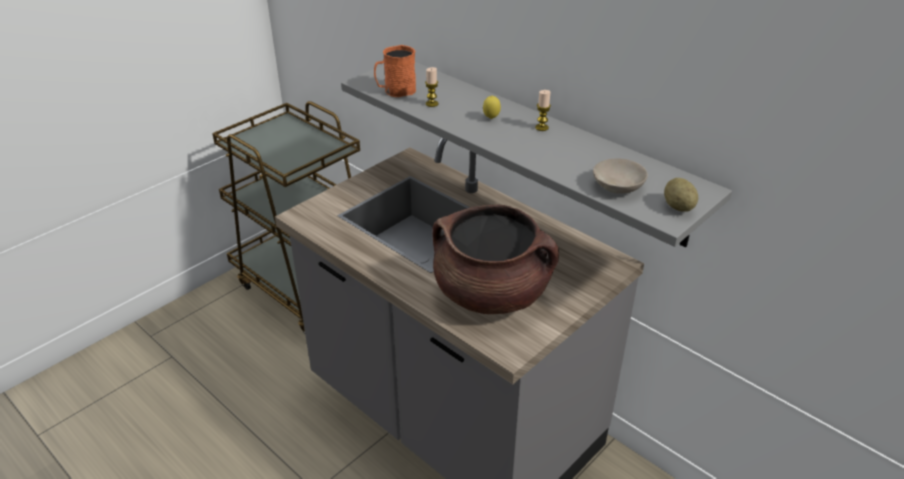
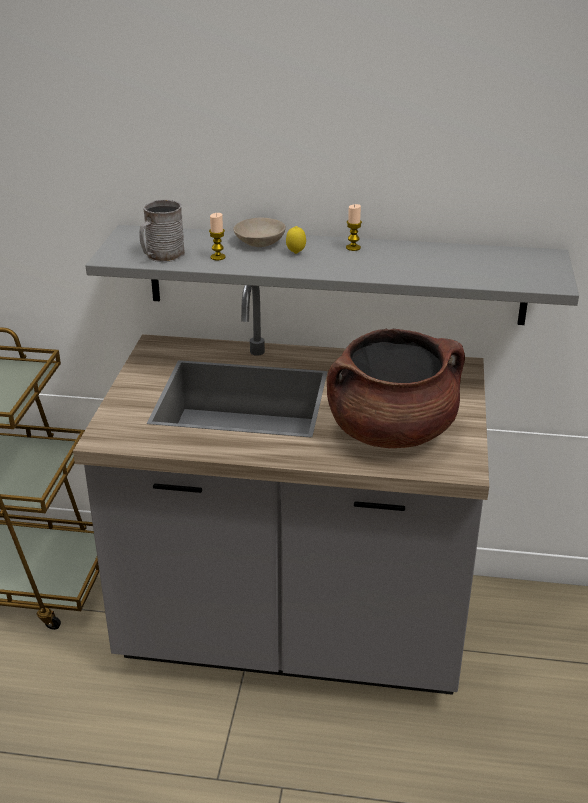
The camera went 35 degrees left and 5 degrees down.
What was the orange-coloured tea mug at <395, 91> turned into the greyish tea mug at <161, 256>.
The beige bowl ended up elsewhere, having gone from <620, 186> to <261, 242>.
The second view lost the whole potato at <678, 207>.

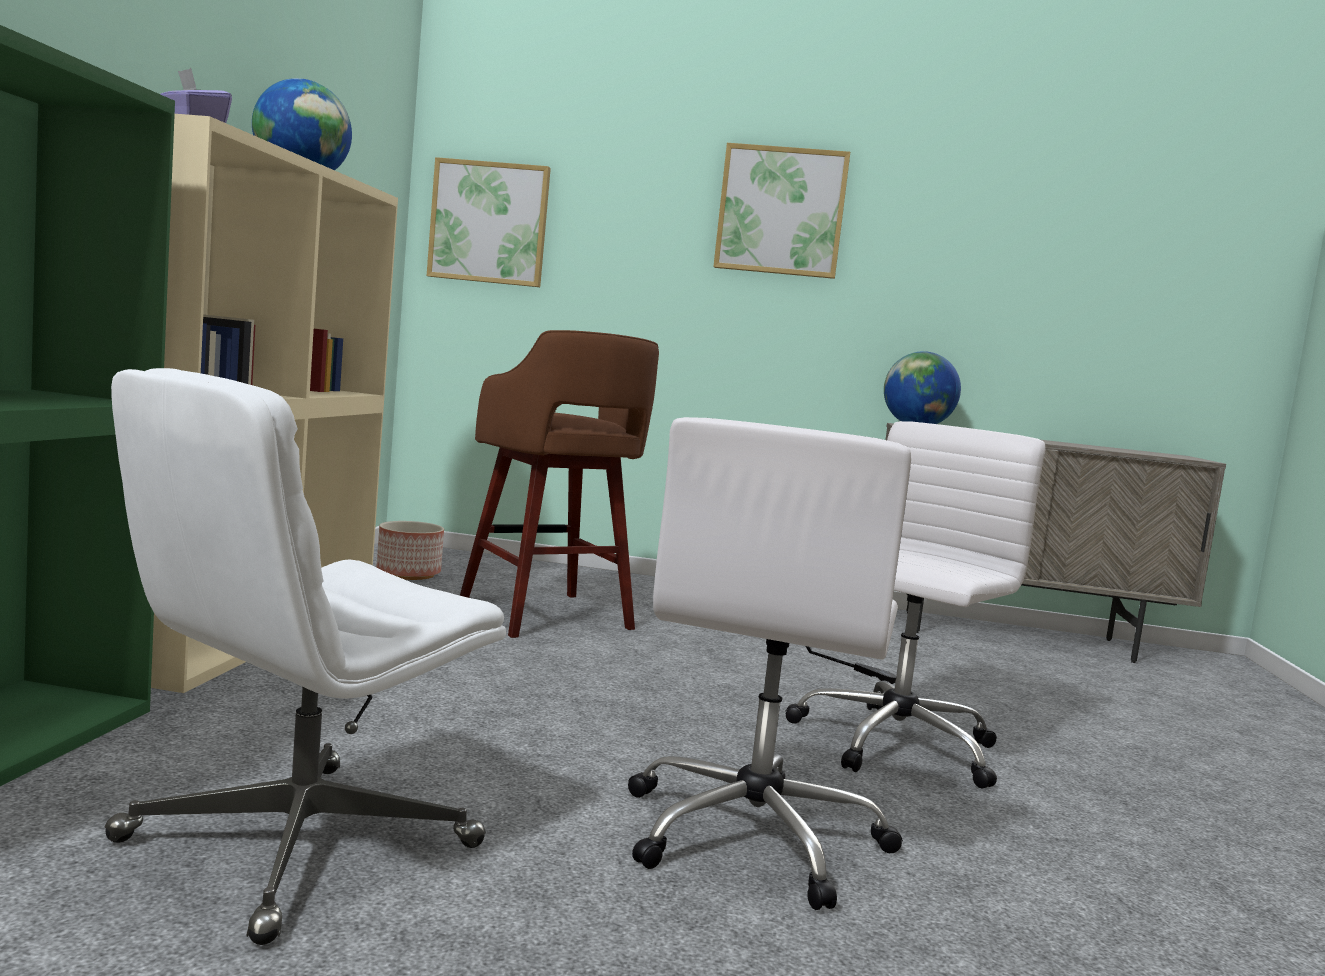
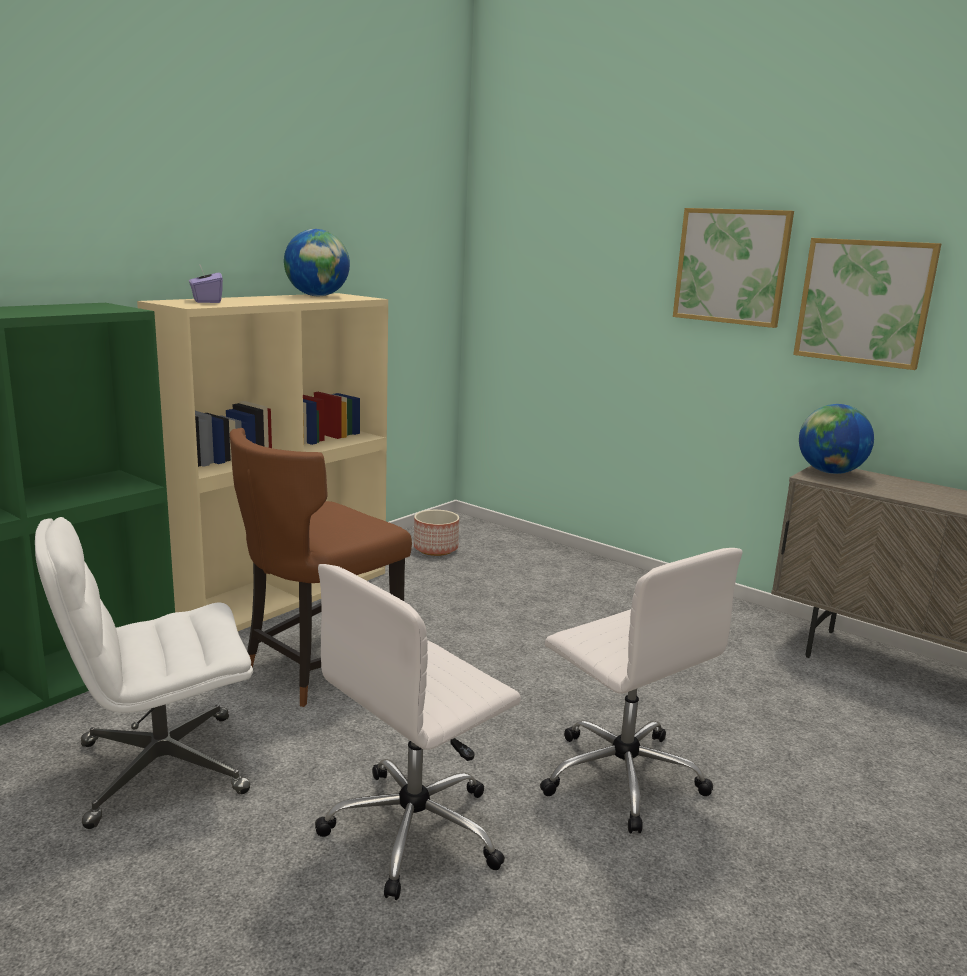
The camera went 30 degrees right and 10 degrees up.
The wall picture ended up elsewhere, having gone from <489, 223> to <864, 302>.
The second view lost the brown sitting stool at <547, 616>.
The white-coloured desk chair at <892, 745> ended up facing another way, 75 degrees clockwise from before.
The second view gained the brown chair at <318, 668>.

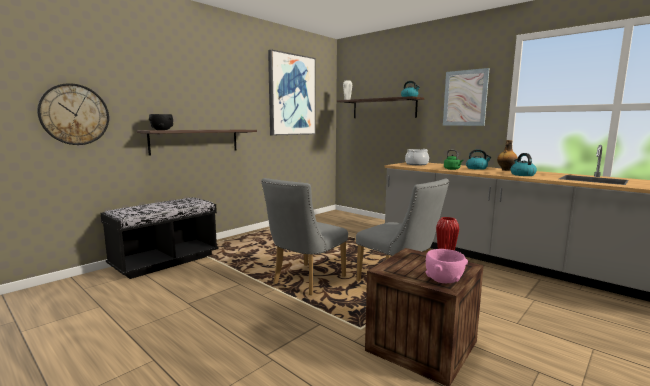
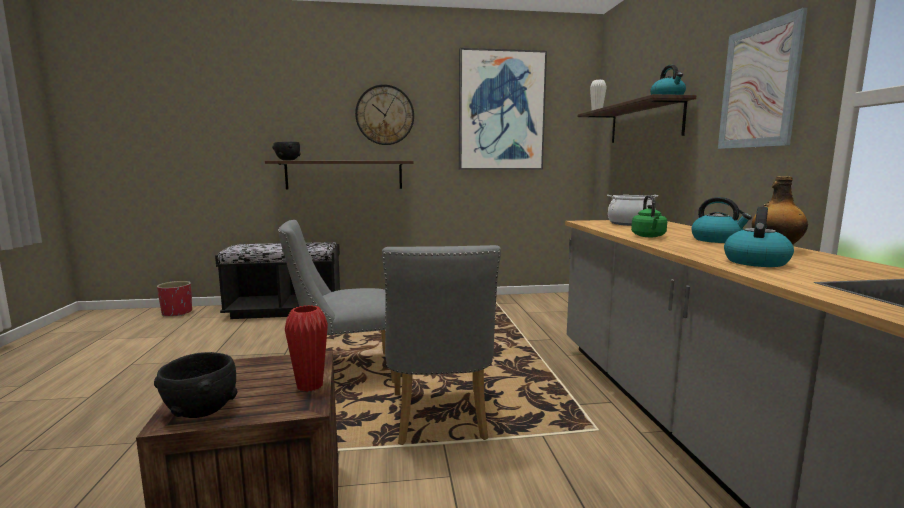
The camera went 40 degrees right and 0 degrees up.
The hanging clock ended up elsewhere, having gone from <74, 114> to <385, 115>.
What was the pink-coloured bowl at <443, 280> turned into the black-coloured bowl at <201, 411>.
The second view gained the red-coloured planter at <177, 313>.

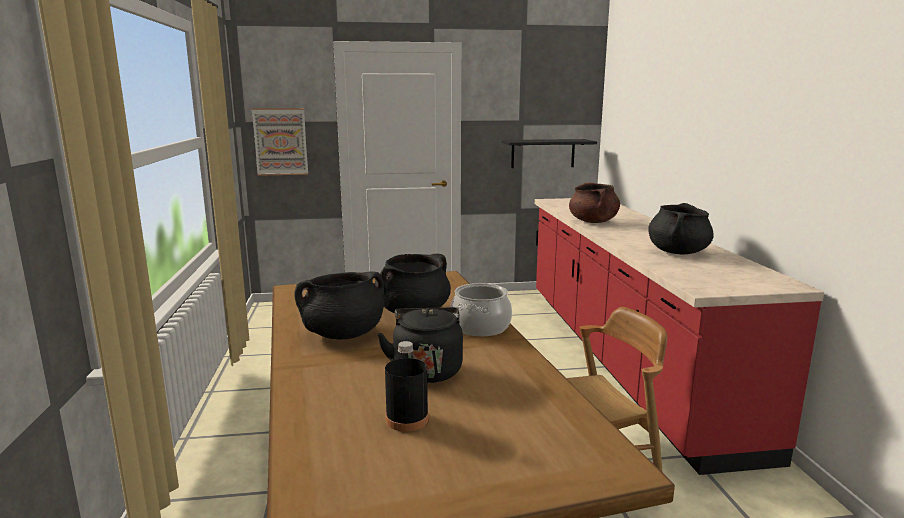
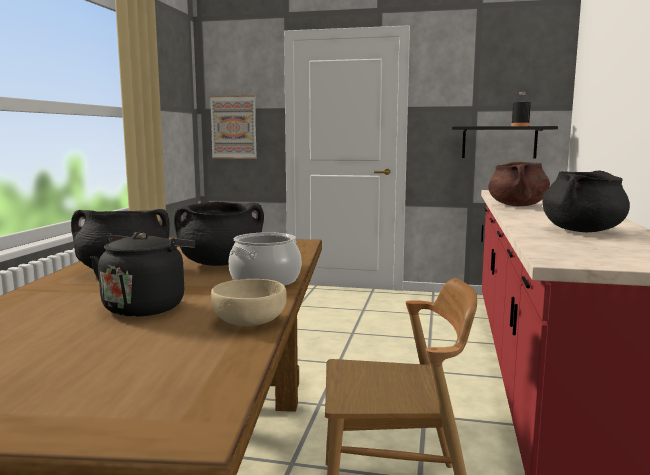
The camera went 20 degrees right and 5 degrees down.
The black-coloured bottle ended up elsewhere, having gone from <407, 419> to <520, 126>.
The second view gained the beige bowl at <248, 321>.

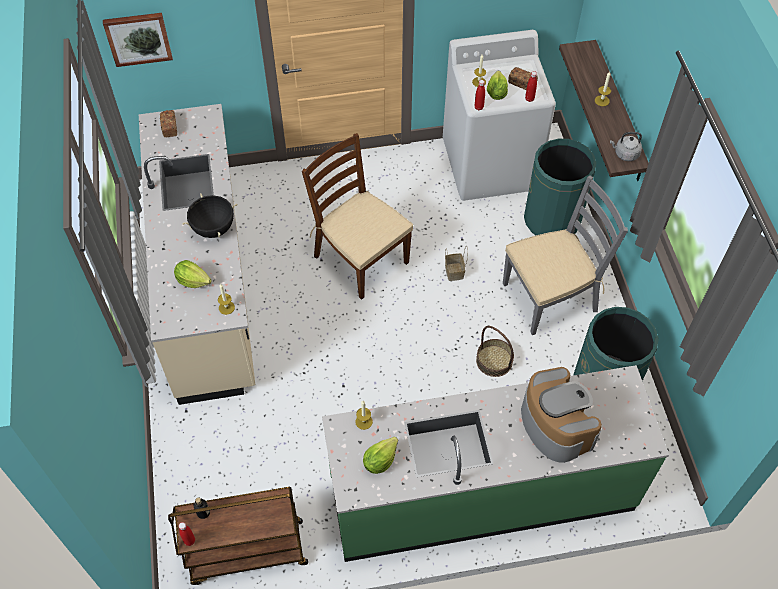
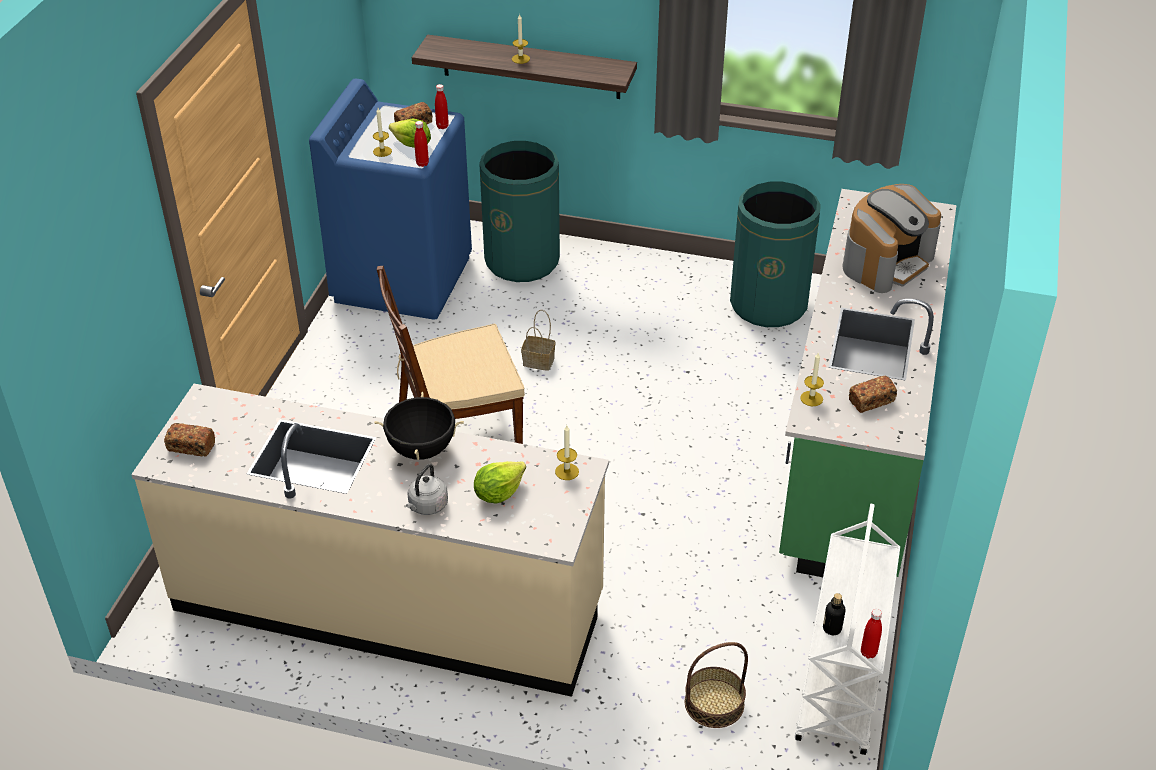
The camera went 65 degrees left and 15 degrees down.
The second view lost the wall picture at <138, 38>.
What was the brown wheeled cart at <247, 553> turned into the white-coloured wheeled cart at <841, 685>.
Where the lettuce stood at <380, 461>, the baked bread came to stand at <871, 401>.
What was the white-coloured washing machine at <490, 165> turned into the bluish washing machine at <402, 278>.
The household basket ended up elsewhere, having gone from <494, 360> to <714, 703>.
The second view lost the greyish chair at <550, 297>.
The coffee machine at <555, 424> ended up facing another way, 135 degrees clockwise from before.
The greyish tea kettle ended up elsewhere, having gone from <625, 154> to <427, 506>.

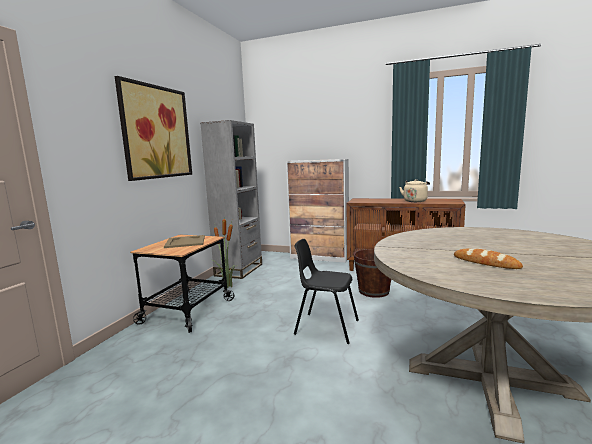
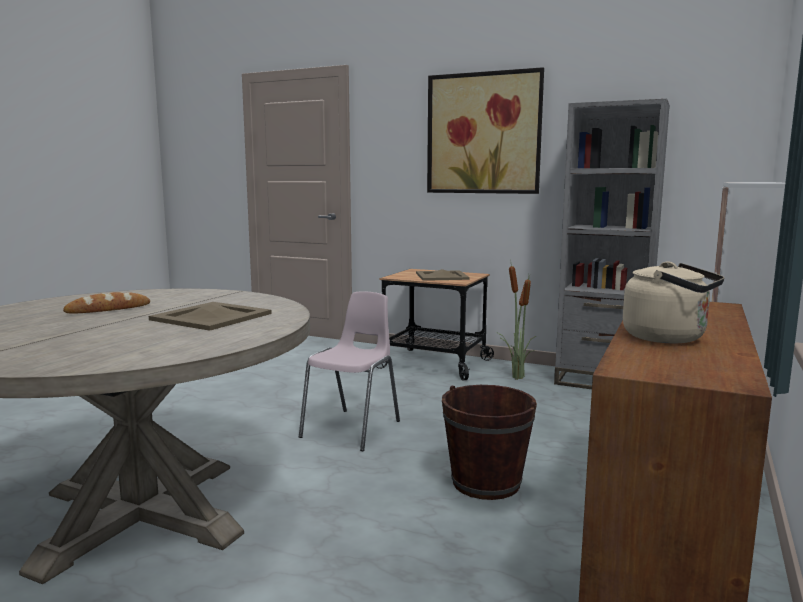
The camera went 95 degrees right and 0 degrees up.
What was the black-coloured chair at <326, 327> turned into the pink-coloured chair at <353, 429>.
The second view gained the beige carrying tray at <212, 316>.

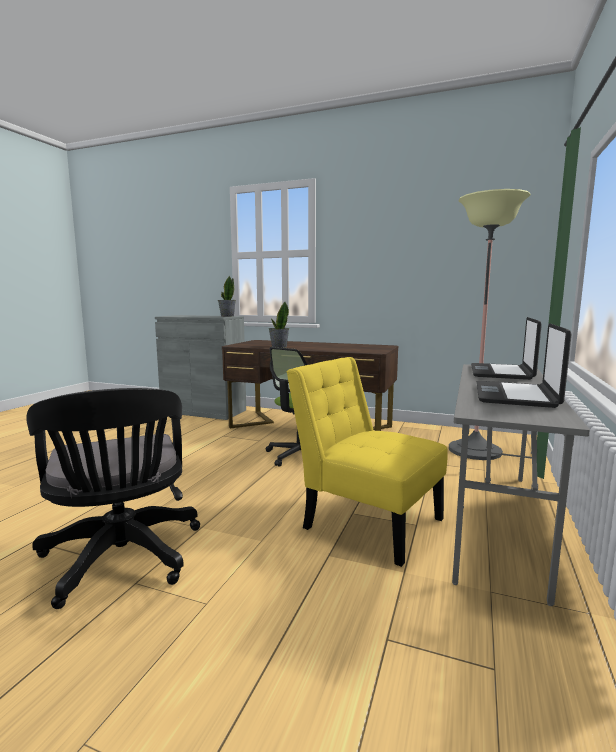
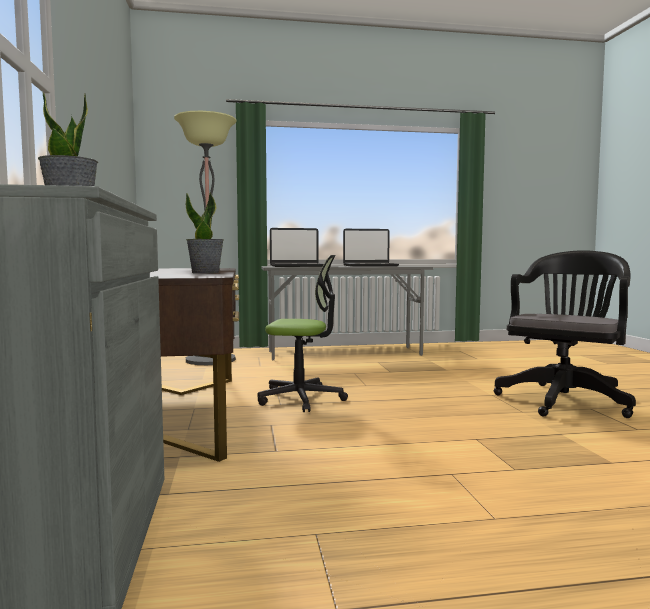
The camera went 120 degrees left and 5 degrees down.
The second view lost the yellow chair at <366, 521>.

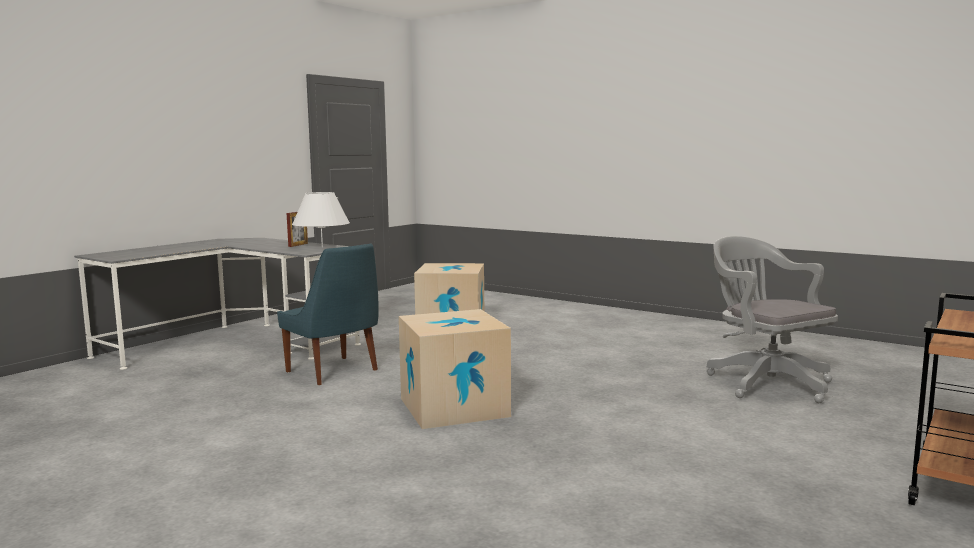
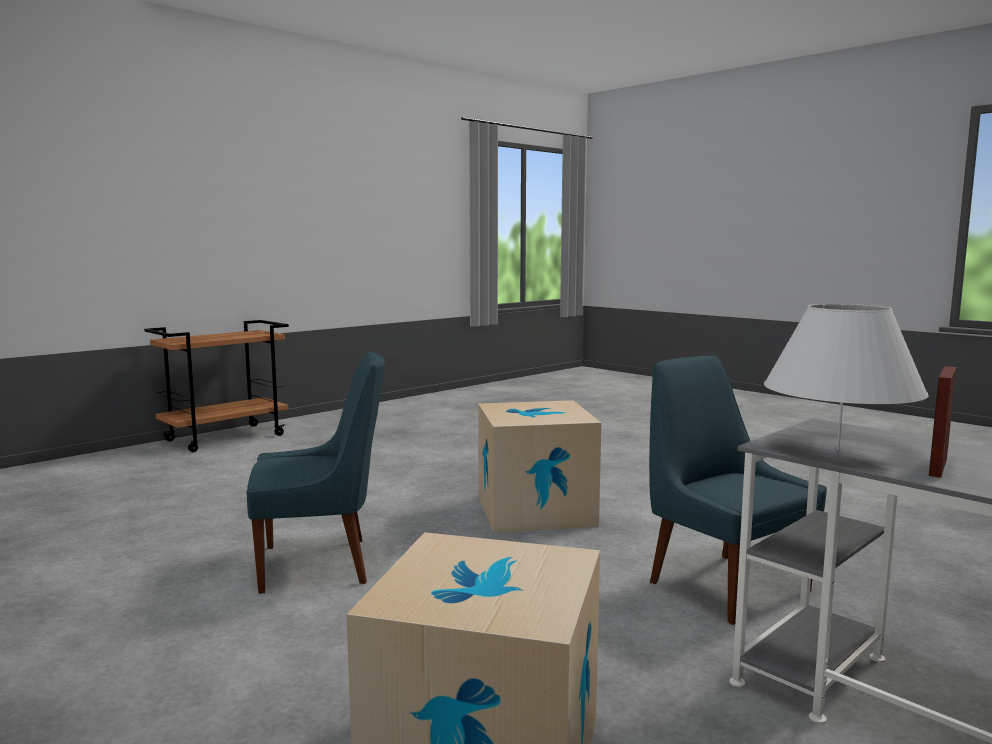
The camera went 170 degrees left and 0 degrees up.
The second view lost the greyish desk chair at <765, 382>.
The second view gained the bluish chair at <320, 564>.

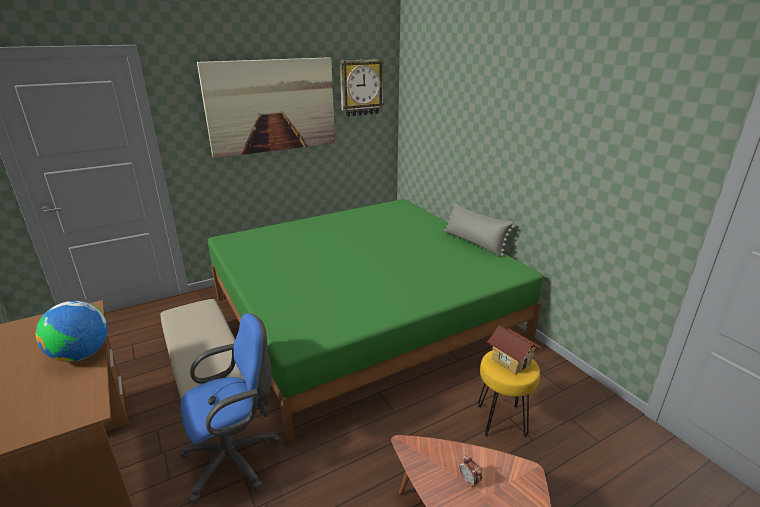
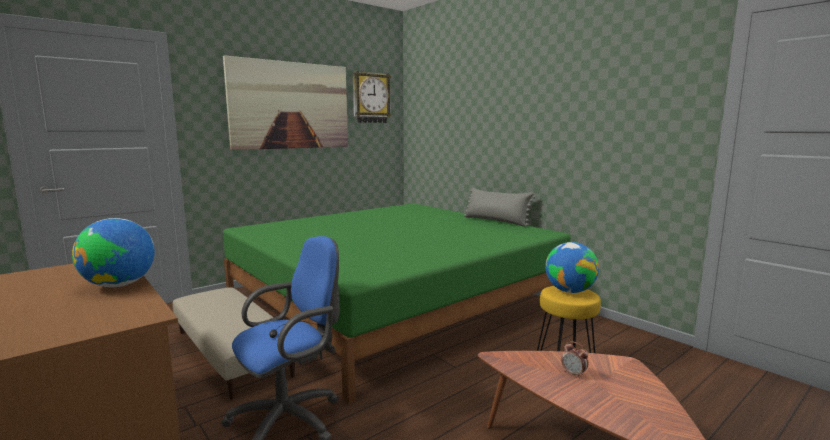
The camera went 10 degrees left and 15 degrees down.
Where the toy house stood at <511, 361>, the world globe came to stand at <570, 291>.

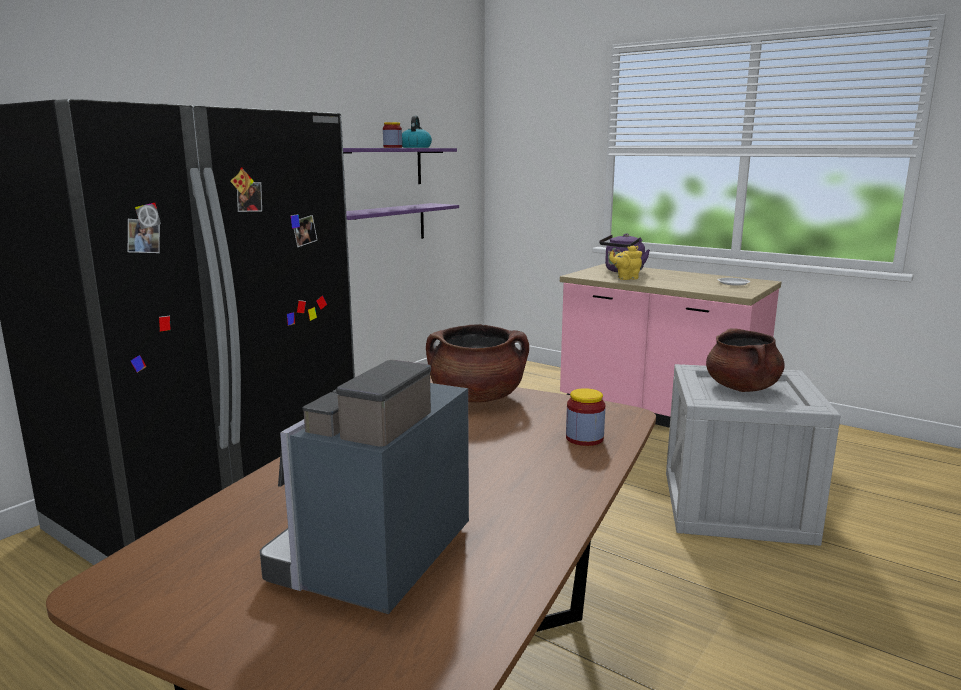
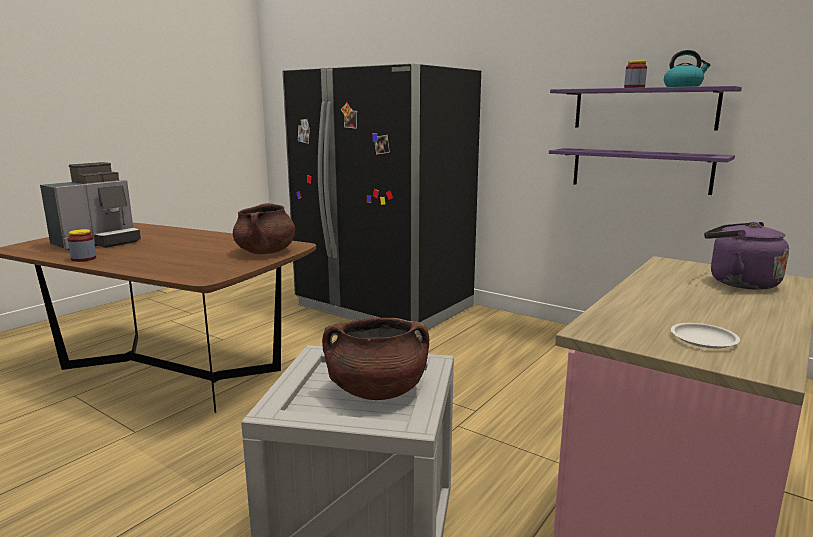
The camera went 90 degrees right and 0 degrees up.
The coffee machine at <373, 559> ended up facing another way, 105 degrees clockwise from before.
The storage jar ended up elsewhere, having gone from <584, 438> to <83, 259>.
The second view lost the yellow teapot at <626, 278>.

